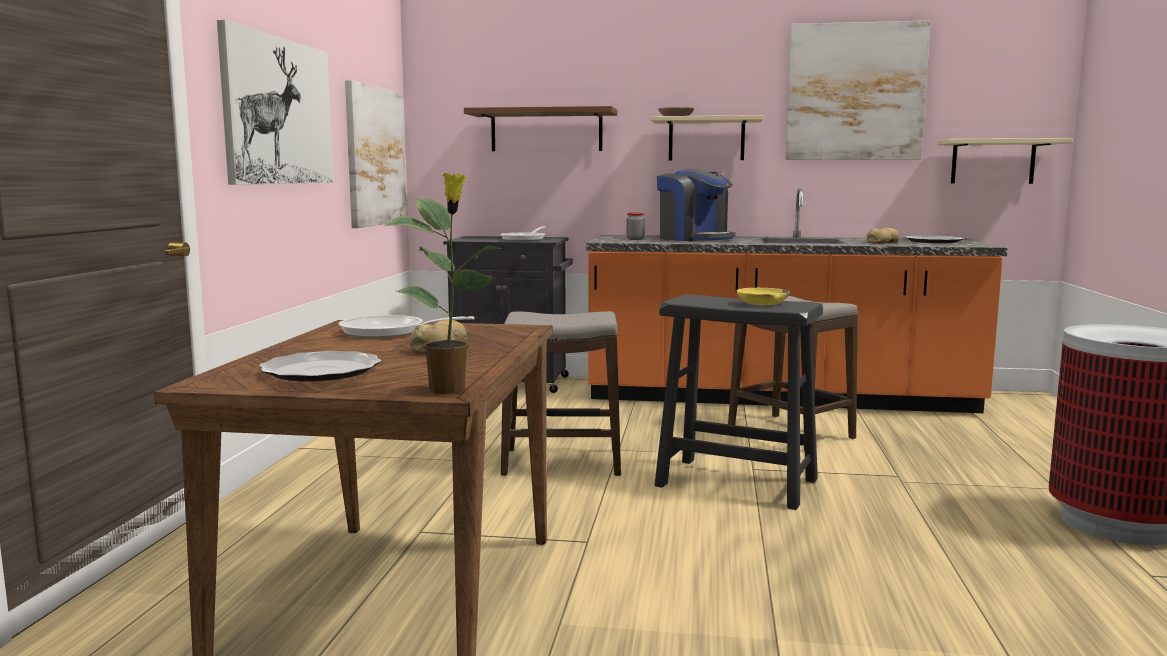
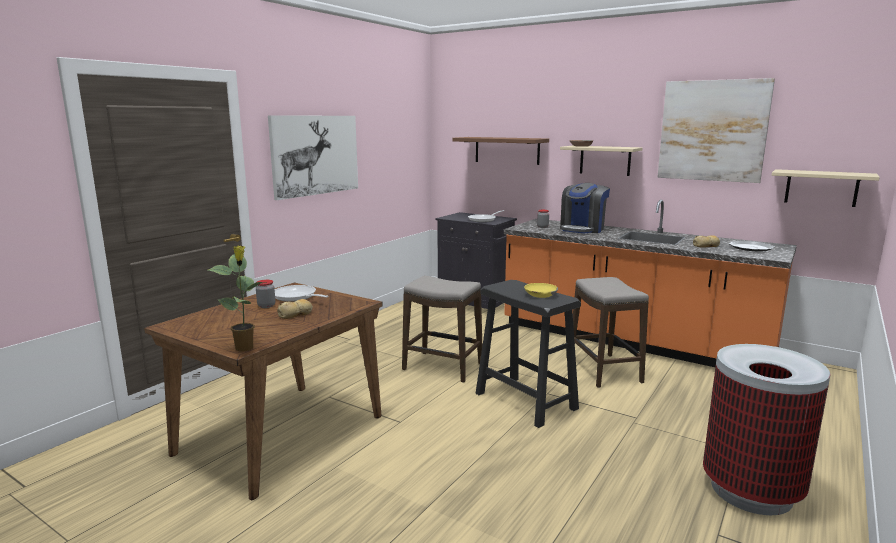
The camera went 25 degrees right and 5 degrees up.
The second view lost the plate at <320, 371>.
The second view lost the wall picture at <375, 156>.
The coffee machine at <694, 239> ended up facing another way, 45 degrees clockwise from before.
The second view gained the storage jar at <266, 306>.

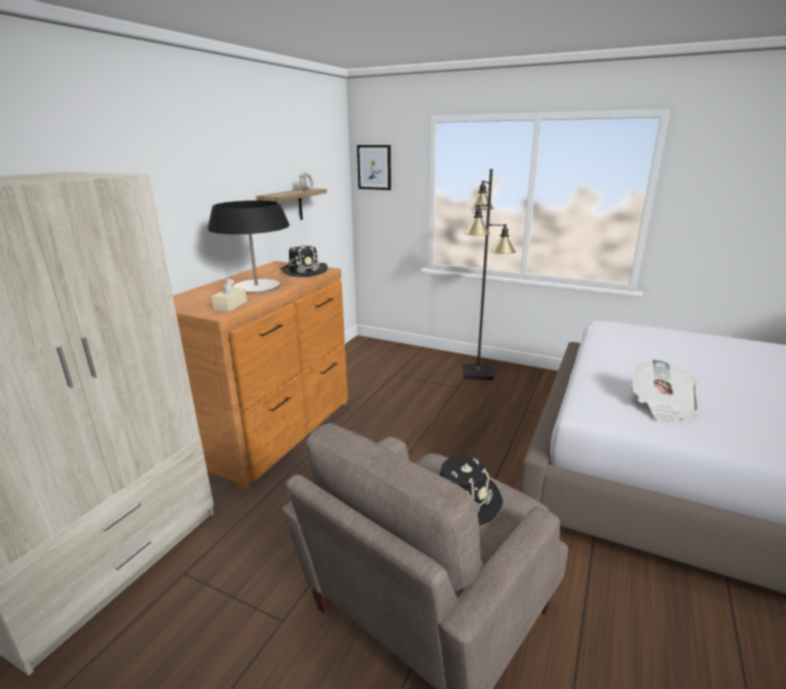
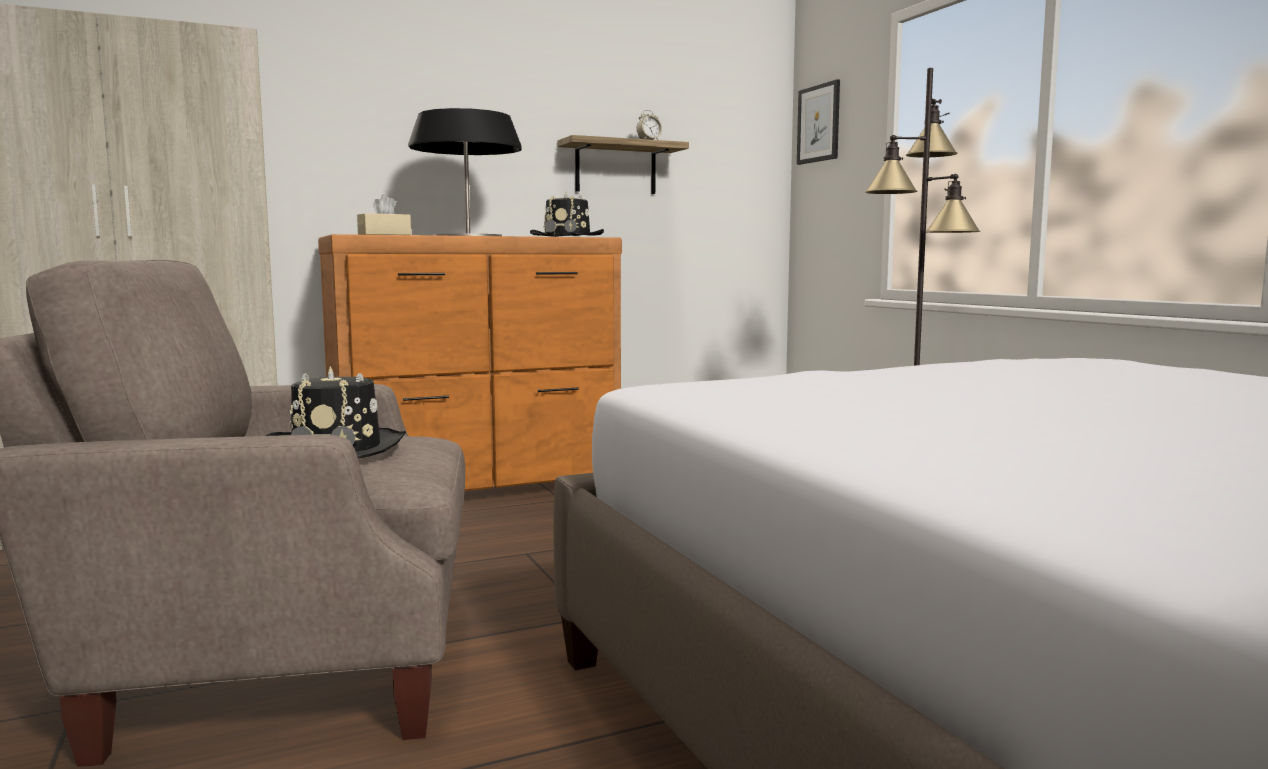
The camera went 40 degrees right and 15 degrees down.
The second view lost the newspaper at <661, 406>.

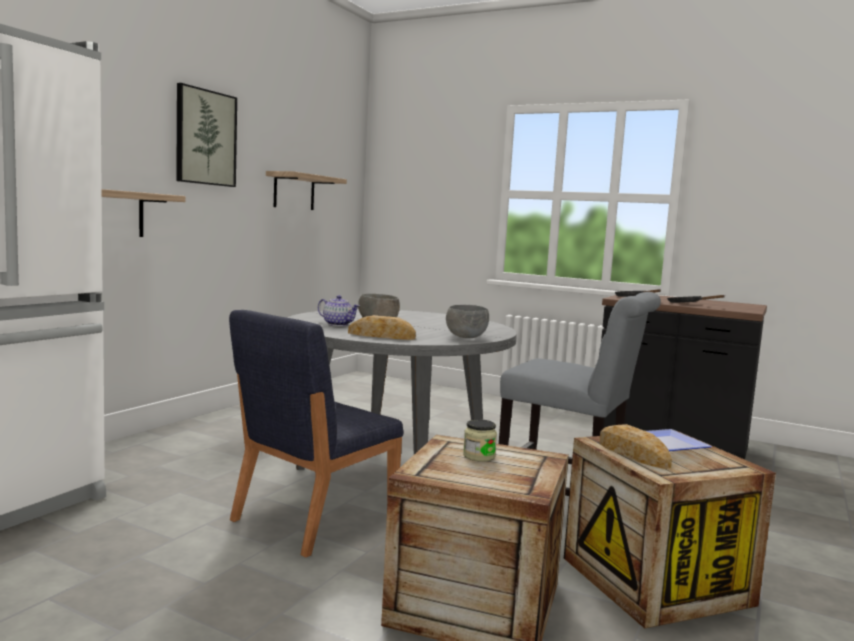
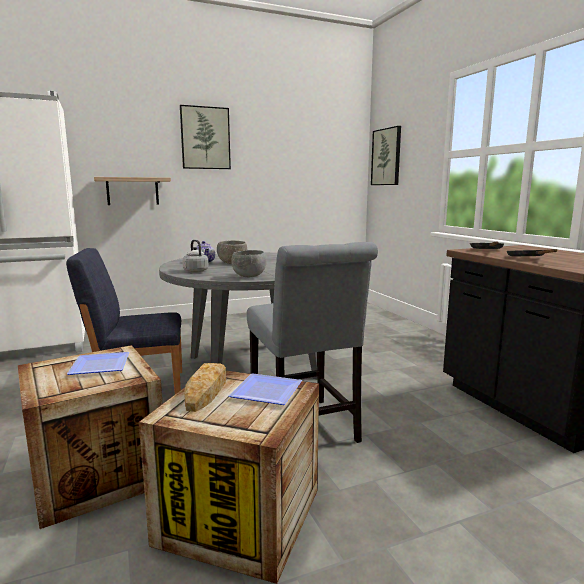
The camera went 40 degrees right and 5 degrees up.
The second view lost the shelf at <294, 191>.
Where the baked bread stood at <381, 335>, the greyish tea kettle came to stand at <195, 271>.
Where the storage jar stood at <479, 456>, the plate came to stand at <102, 365>.
The second view gained the wall picture at <386, 157>.

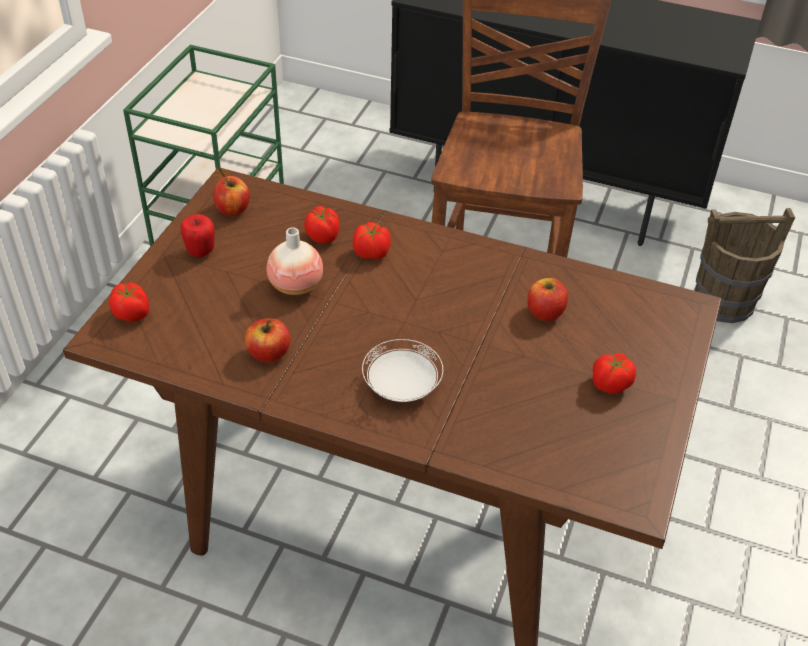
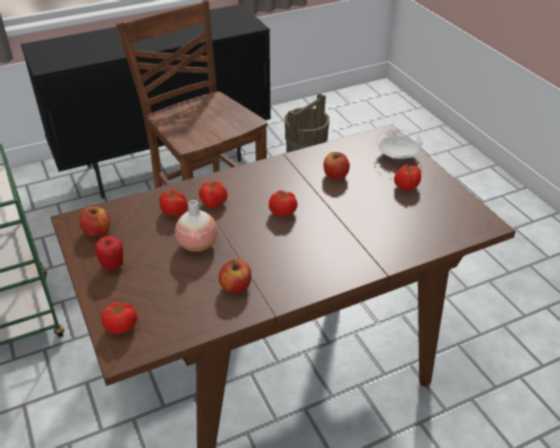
The camera went 45 degrees left and 5 degrees down.
The white-coloured plate ended up elsewhere, having gone from <402, 386> to <398, 155>.
The second view gained the whole tomato at <282, 212>.

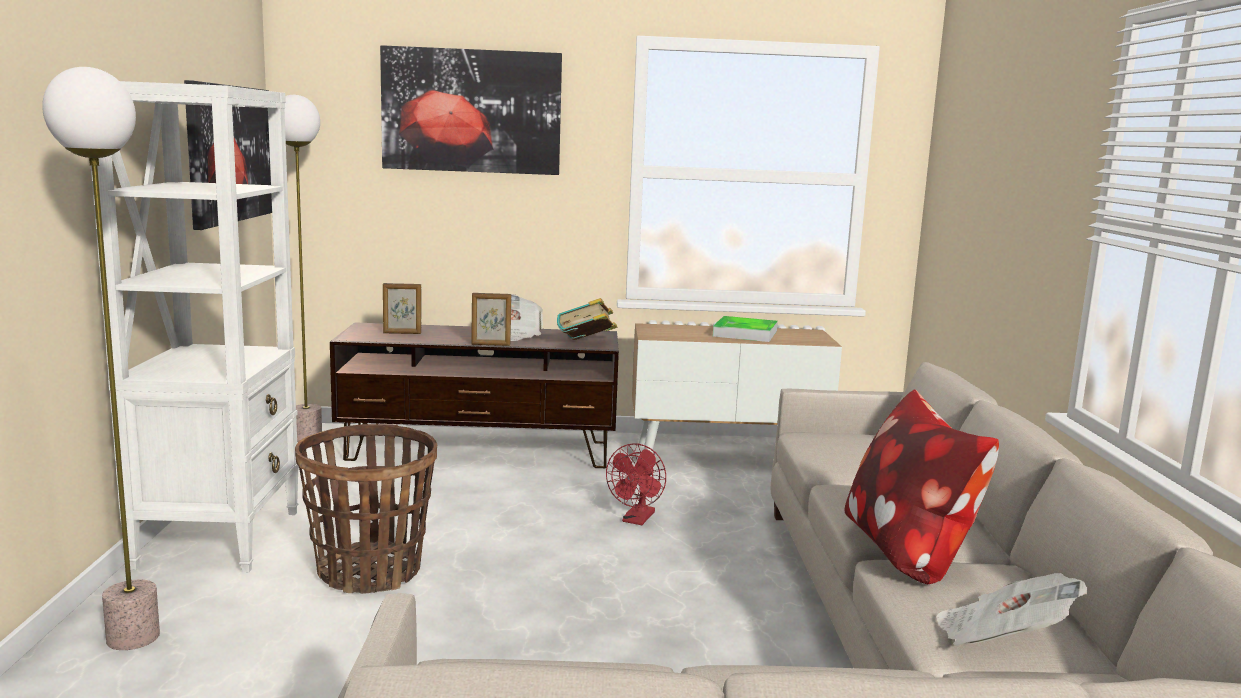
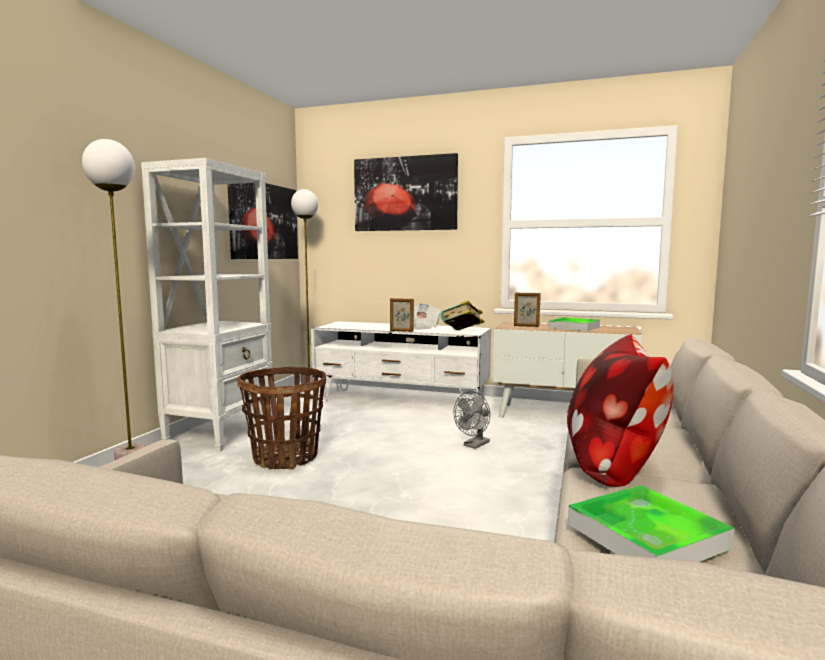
The camera went 20 degrees right and 5 degrees down.
What was the brown media console at <480, 452> turned into the white-coloured media console at <401, 401>.
The photo frame ended up elsewhere, having gone from <402, 333> to <526, 326>.
What was the red-coloured electric fan at <637, 520> turned into the greyish electric fan at <474, 445>.
Where the newspaper stood at <1001, 640>, the carrying tray came to stand at <646, 535>.

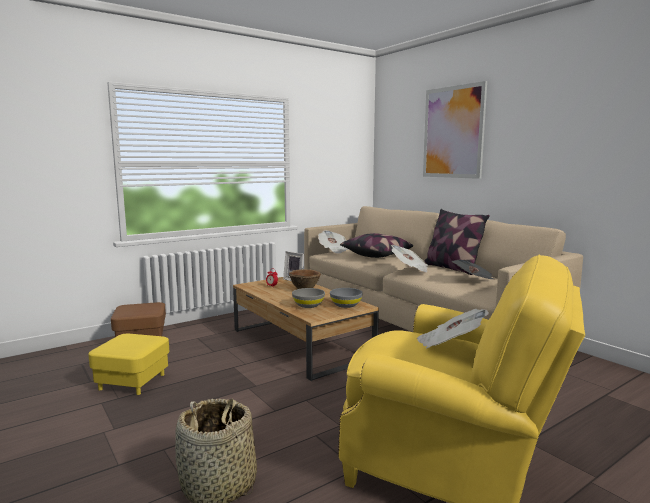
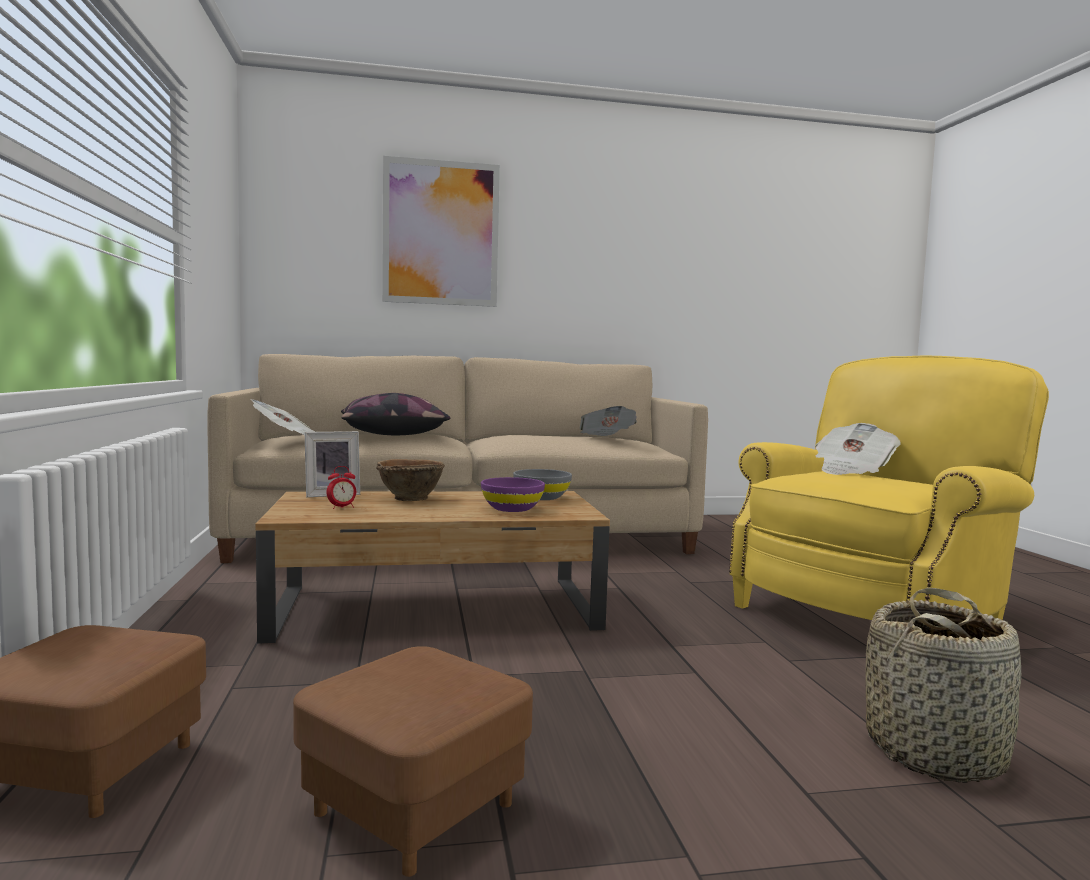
The camera went 65 degrees left and 5 degrees down.
What was the yellow pouffe at <133, 381> turned into the brown pouffe at <414, 807>.
What was the greyish bowl at <308, 305> turned into the purple-coloured bowl at <512, 508>.
The second view lost the newspaper at <410, 269>.
The second view lost the throw pillow at <452, 268>.

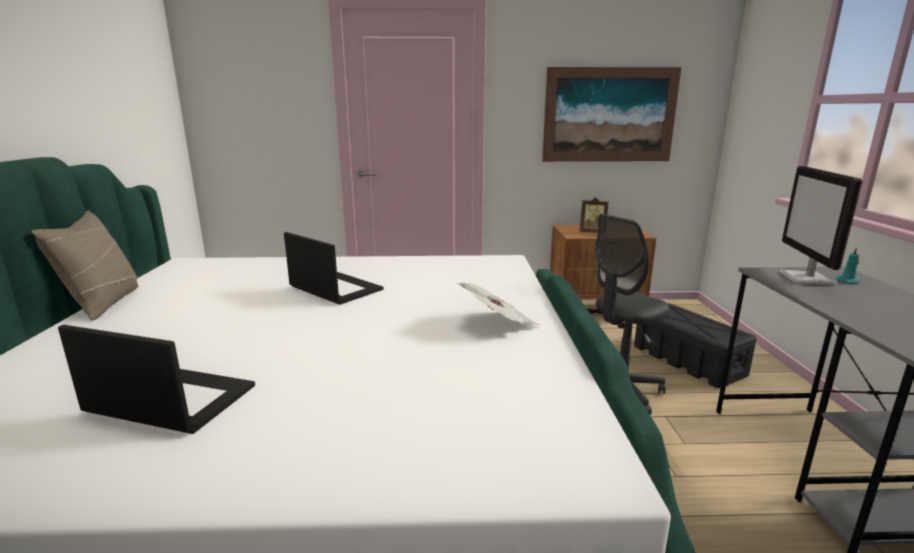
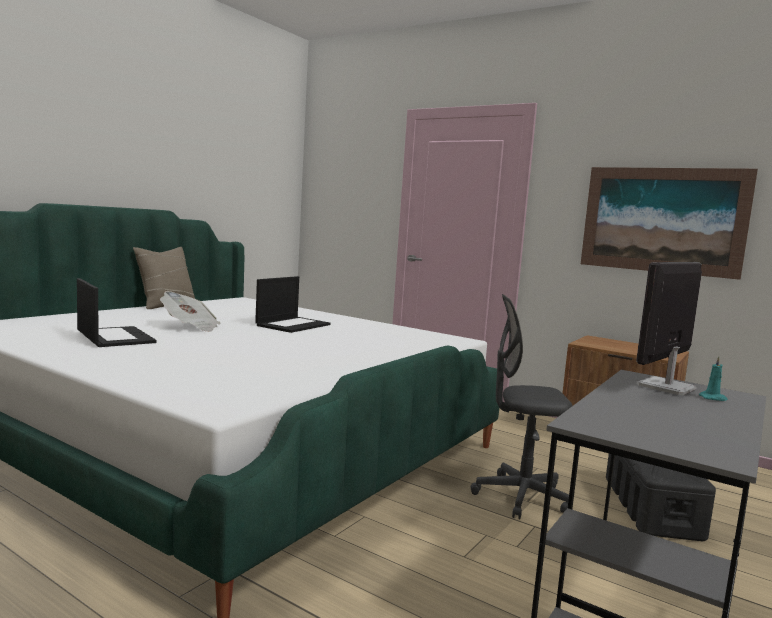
The camera went 35 degrees right and 10 degrees down.
The portable computer at <334, 288> ended up facing another way, 45 degrees clockwise from before.
The newspaper ended up elsewhere, having gone from <498, 324> to <191, 327>.
The second view lost the photo frame at <592, 233>.

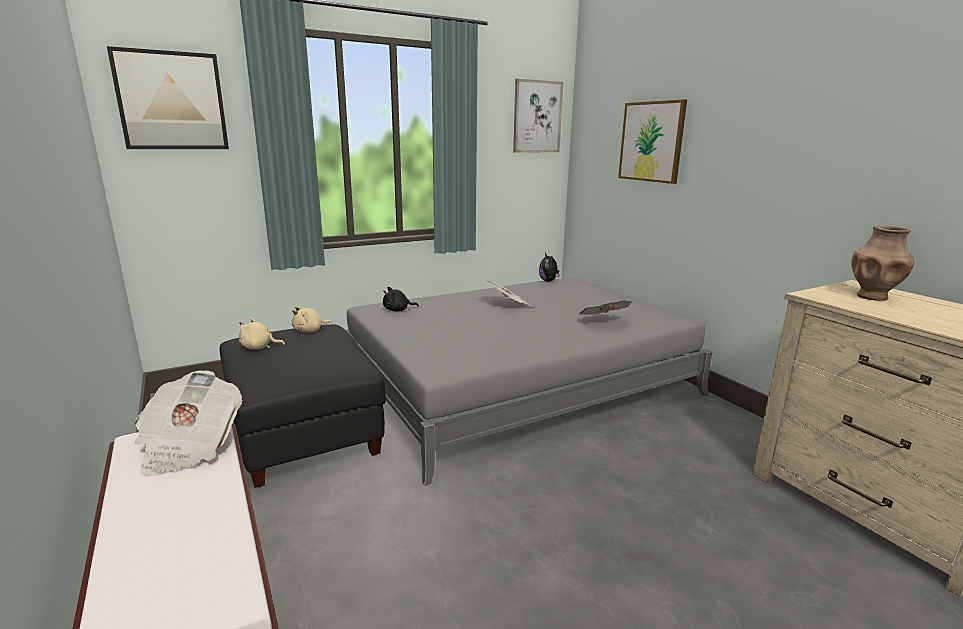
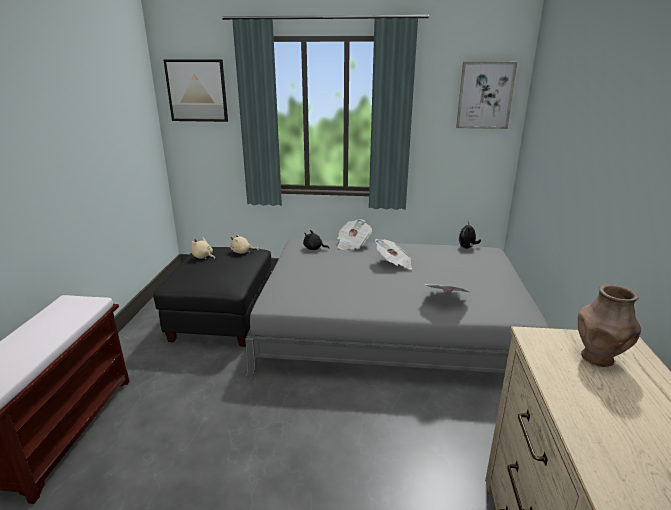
The camera went 35 degrees right and 5 degrees up.
The newspaper ended up elsewhere, having gone from <189, 445> to <352, 244>.
The second view lost the wall picture at <651, 141>.

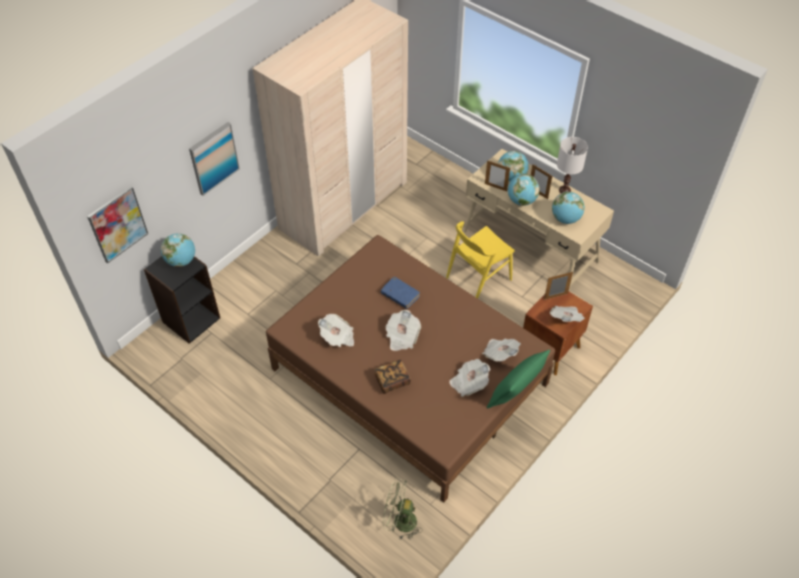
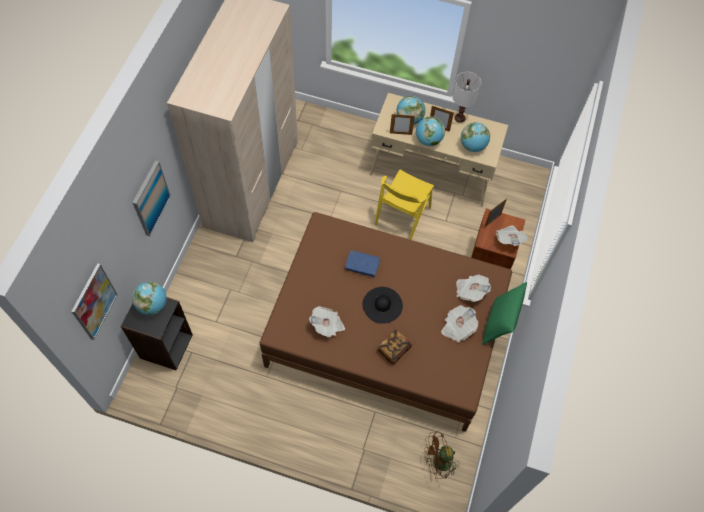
The camera went 25 degrees left and 10 degrees up.
What was the greenish electric fan at <400, 521> turned into the brown electric fan at <438, 463>.
Where the newspaper stood at <402, 337>, the black-coloured wearable hat came to stand at <382, 305>.

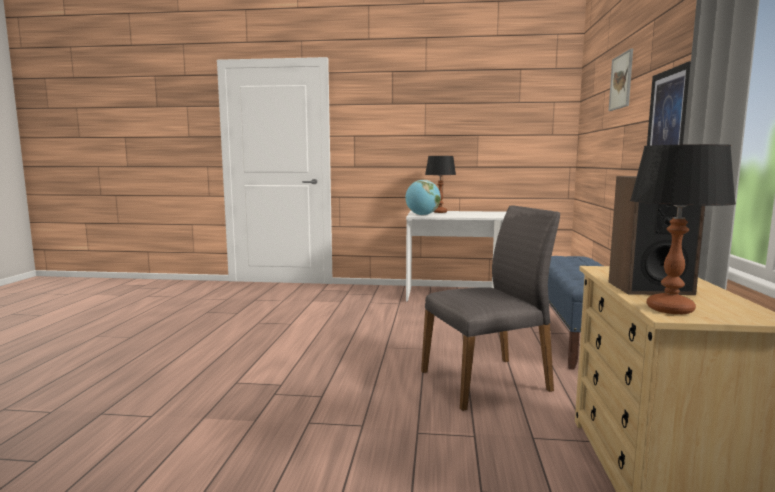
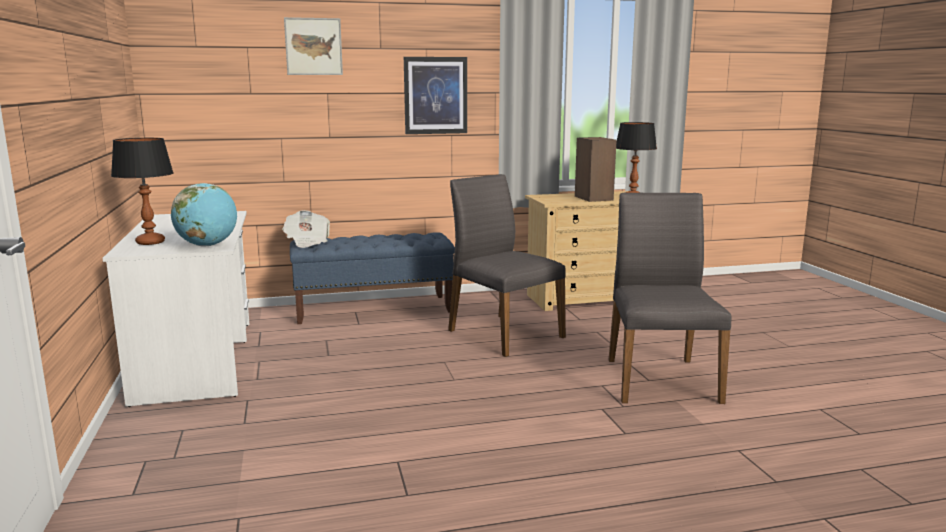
The camera went 110 degrees left and 5 degrees up.
The second view gained the newspaper at <307, 242>.
The second view gained the greyish chair at <659, 379>.

